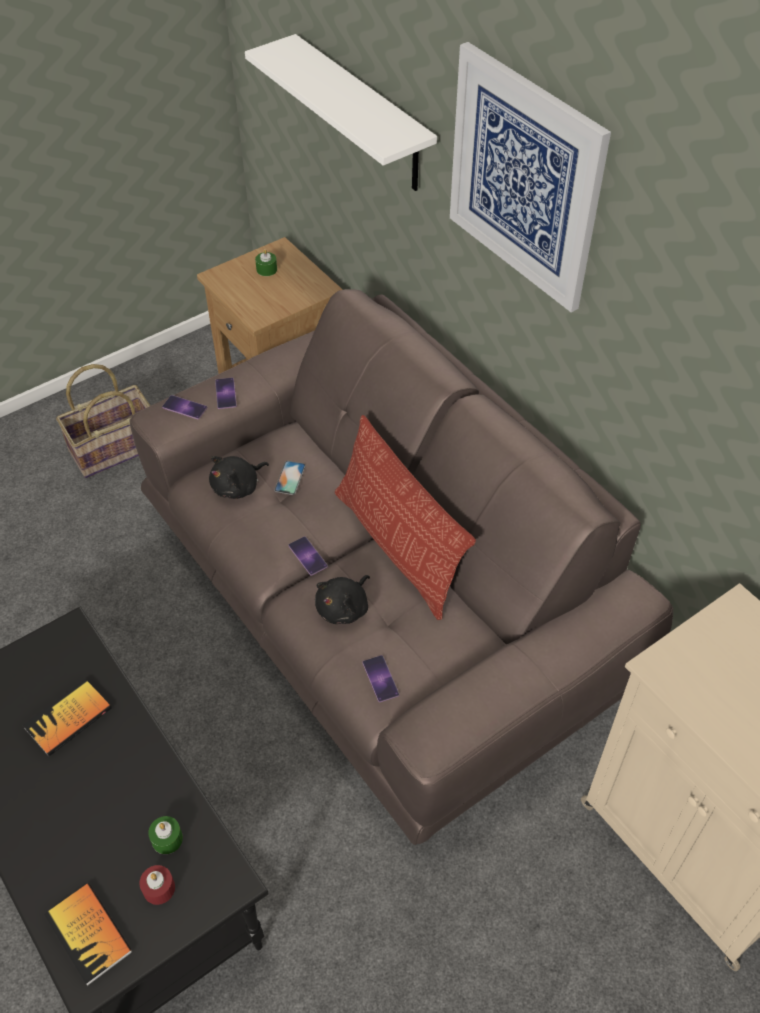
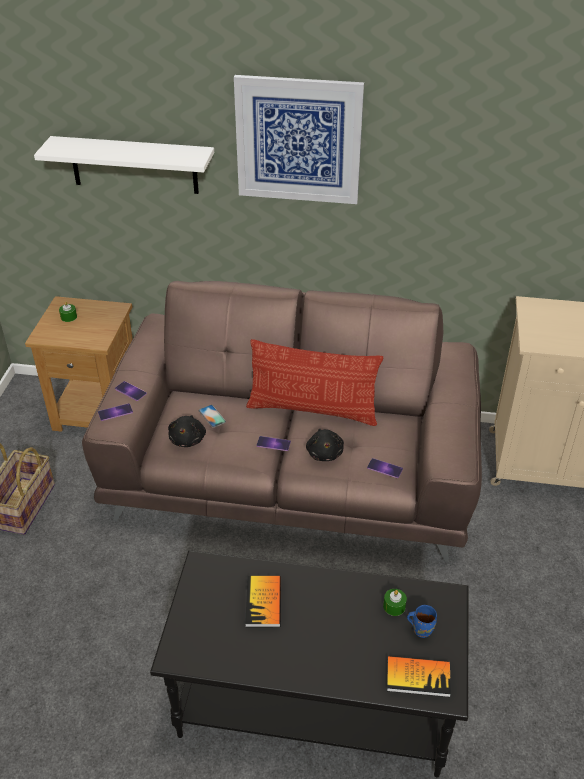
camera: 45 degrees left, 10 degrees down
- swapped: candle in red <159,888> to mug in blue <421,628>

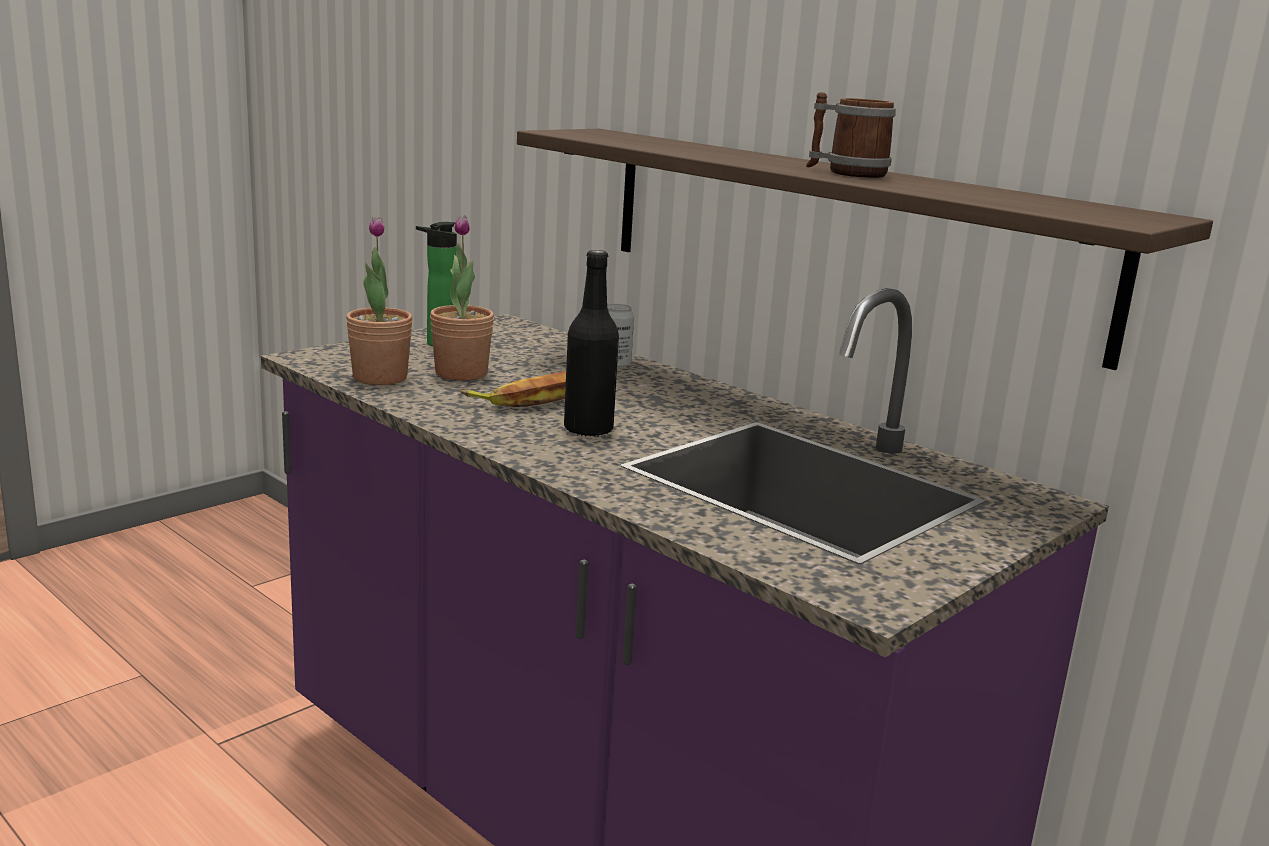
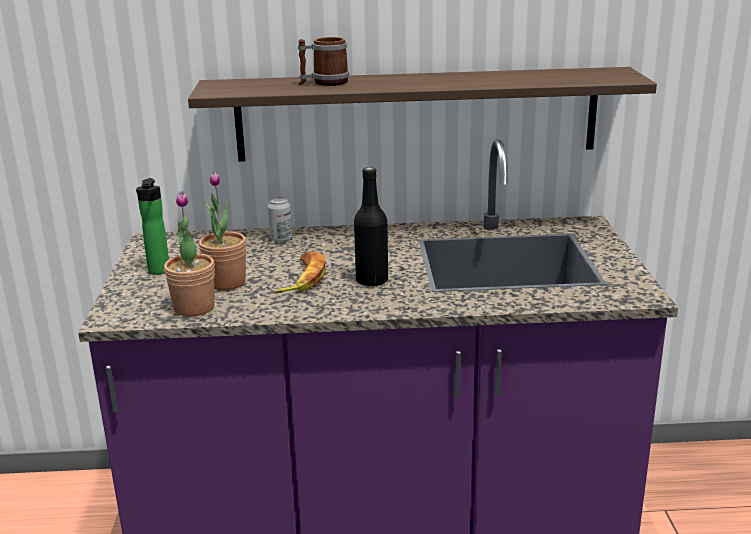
camera: 45 degrees left, 5 degrees up
- shifted: mug <846,172> to <324,83>

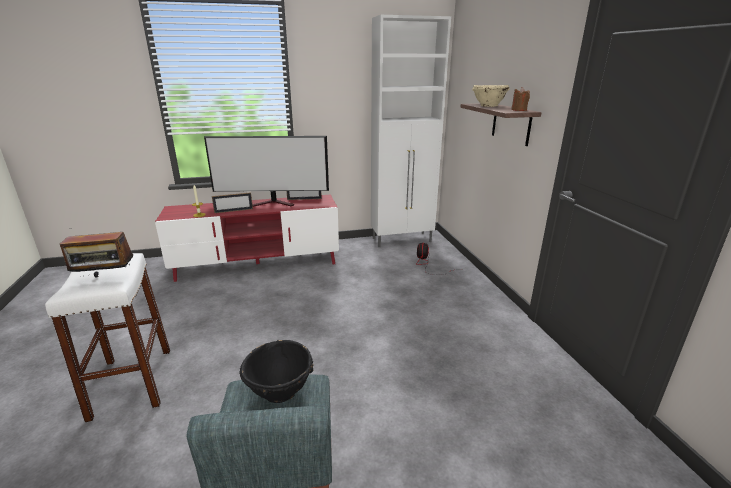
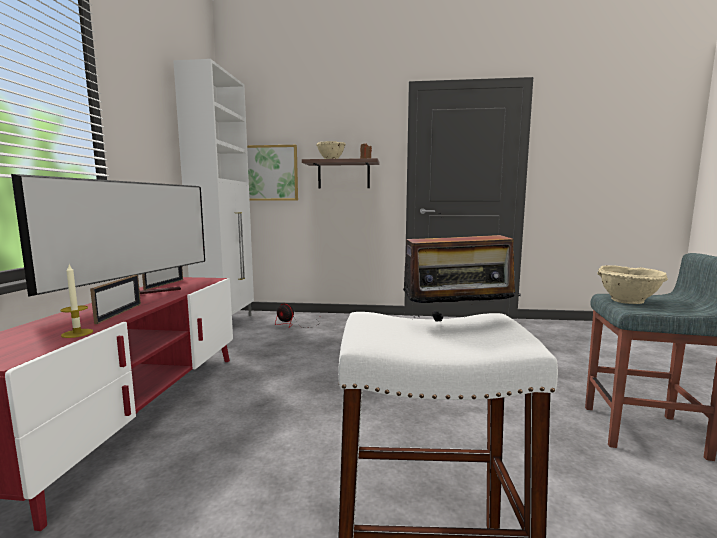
camera: 70 degrees left, 15 degrees down
- rotated: radio <105,279> = <457,324> 75 degrees clockwise
- repainted: bowl in black <280,392> to bowl in beige <628,301>
- new: picture <271,173>

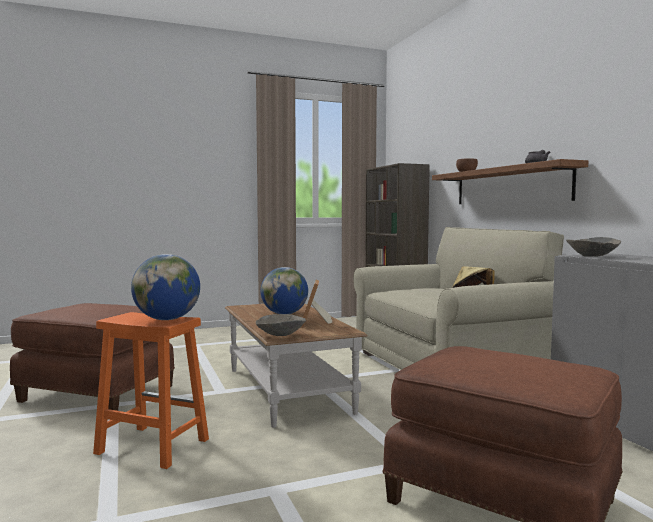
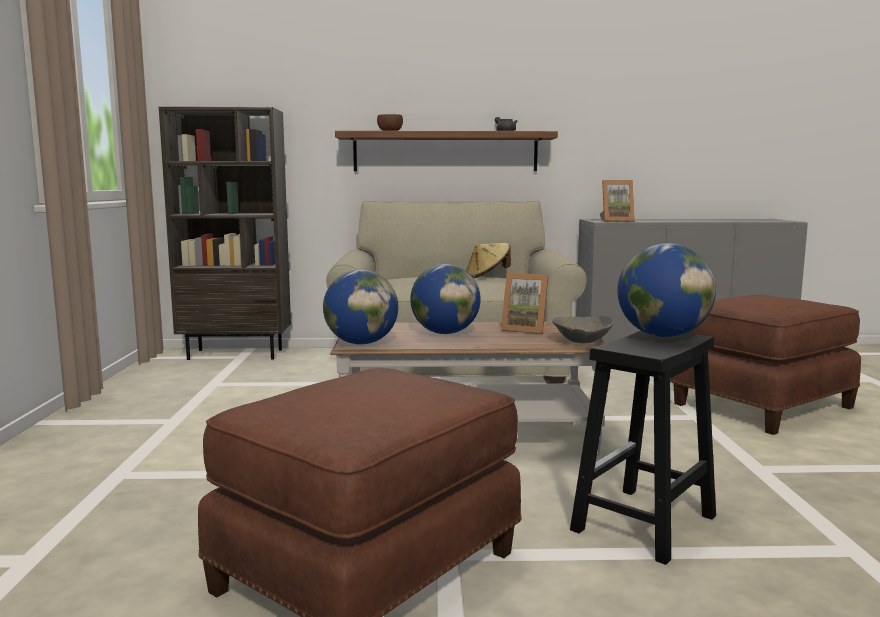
camera: 70 degrees left, 5 degrees up
- swapped: bowl in grey <592,256> to picture frame <616,221>
- repainted: stool in orange <151,446> to stool in black <644,524>
- new: globe <361,343>

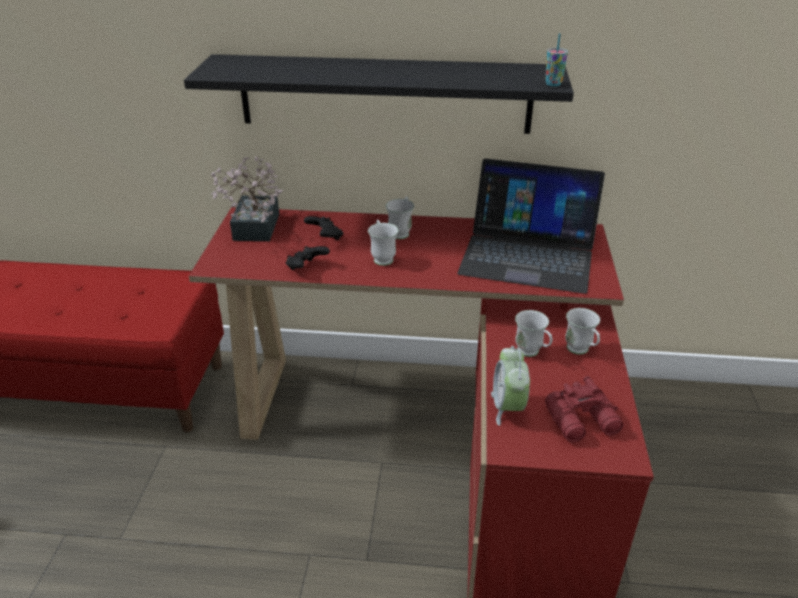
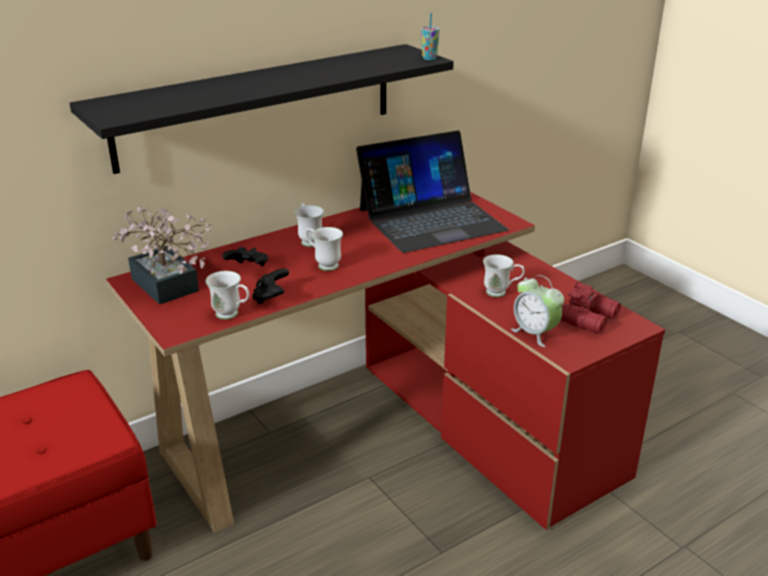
camera: 40 degrees left, 5 degrees down
- shifted: mug in white <581,351> to <232,315>

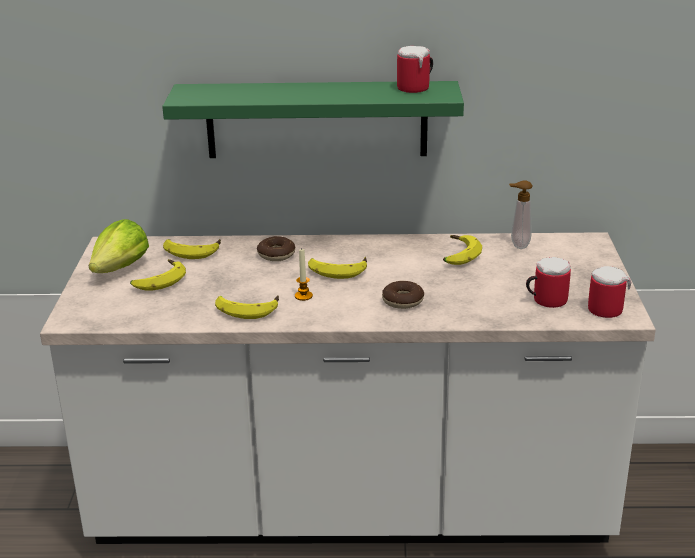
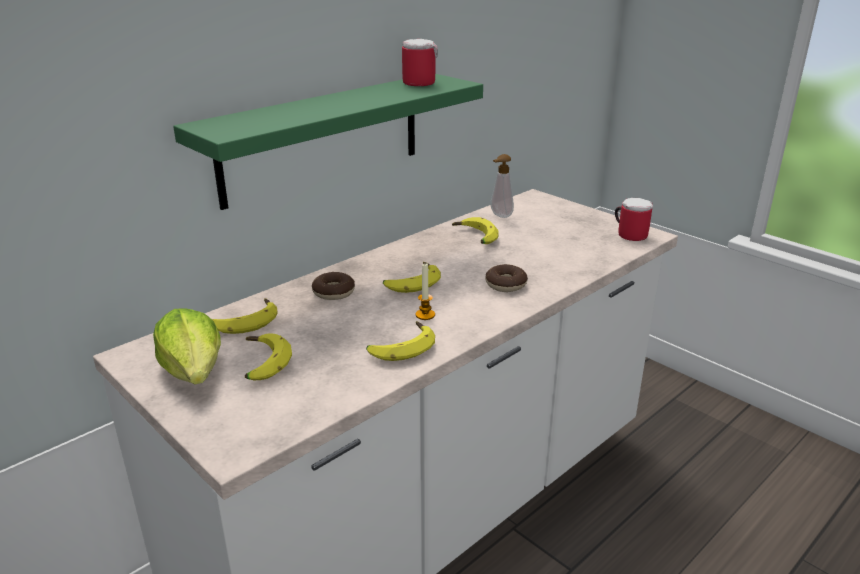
camera: 45 degrees left, 0 degrees up
- gone: mug <545,300>

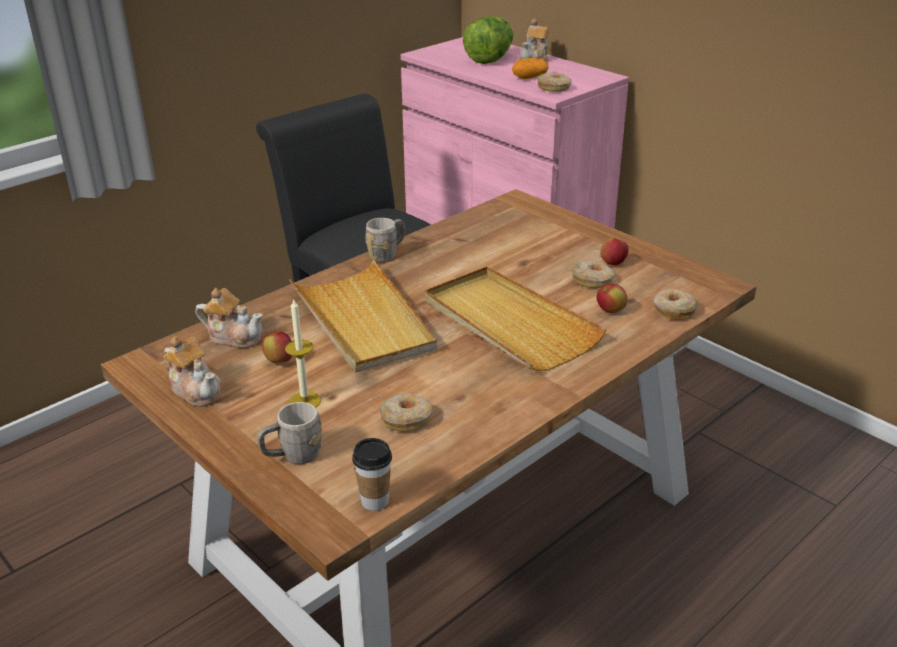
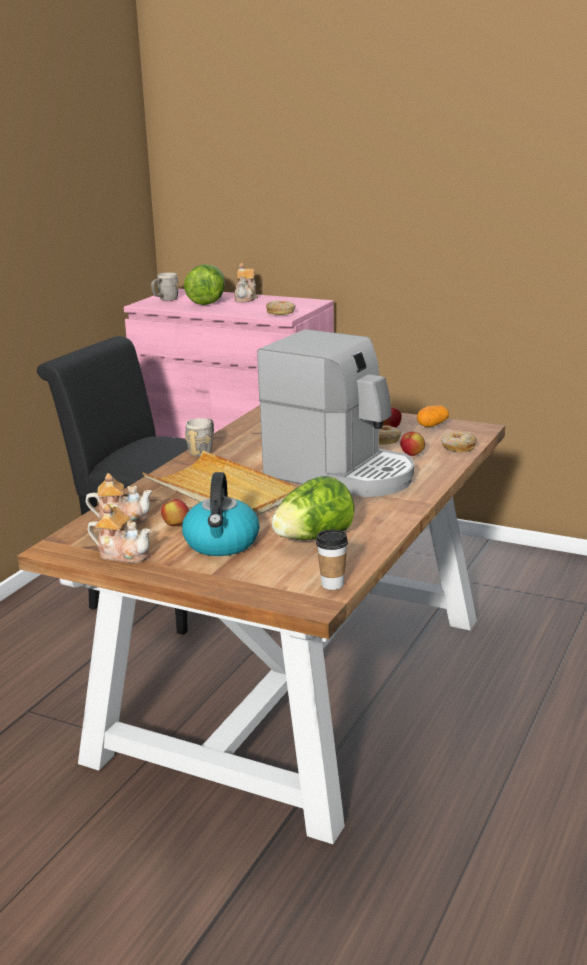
camera: 20 degrees left, 10 degrees down
- shifted: potato <529,77> to <432,425>
- swapped: tray in beige <508,323> to coffee machine <341,474>
- swapped: candle <305,401> to kettle <222,544>
- swapped: donut <406,419> to lettuce <313,538>
- shifted: mug in grey <293,456> to <165,299>

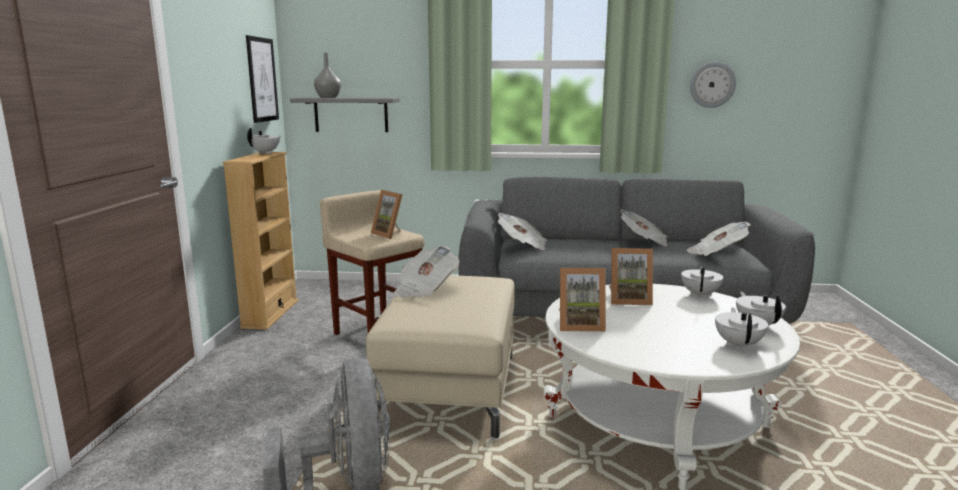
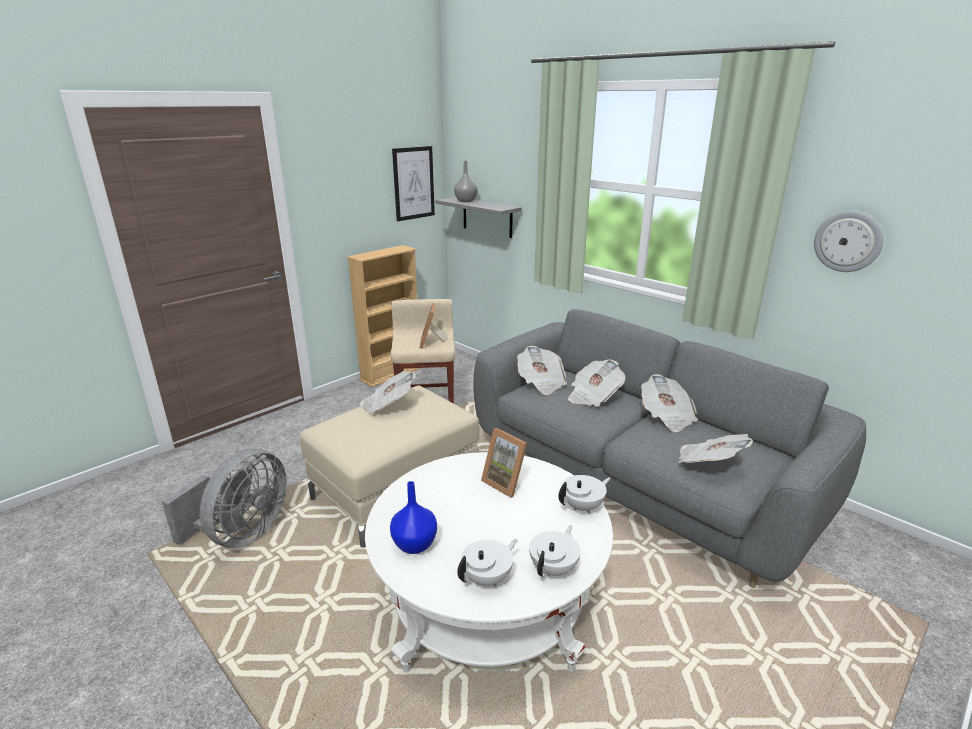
camera: 40 degrees right, 10 degrees up
- gone: teapot in white <266,153>
- gone: picture frame <580,325>
- new: newspaper <593,396>
- new: vase in blue <414,544>

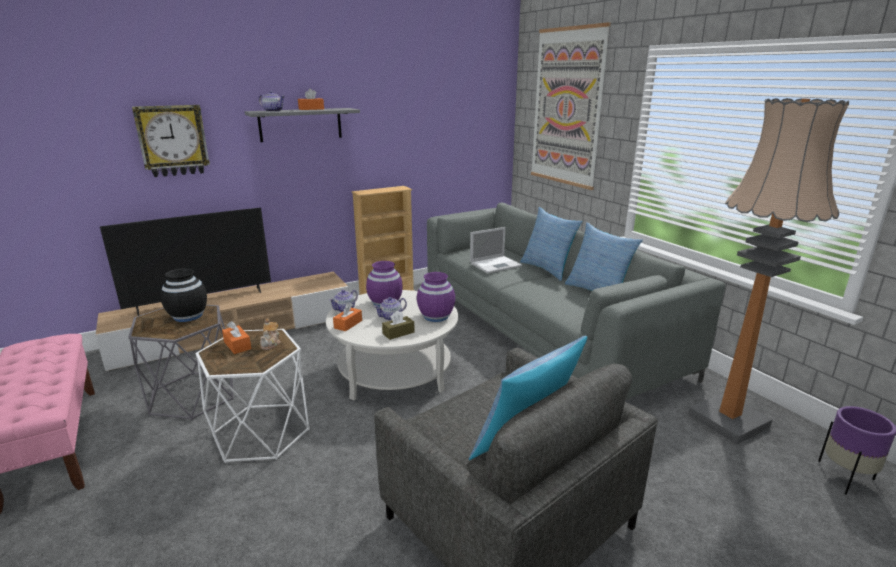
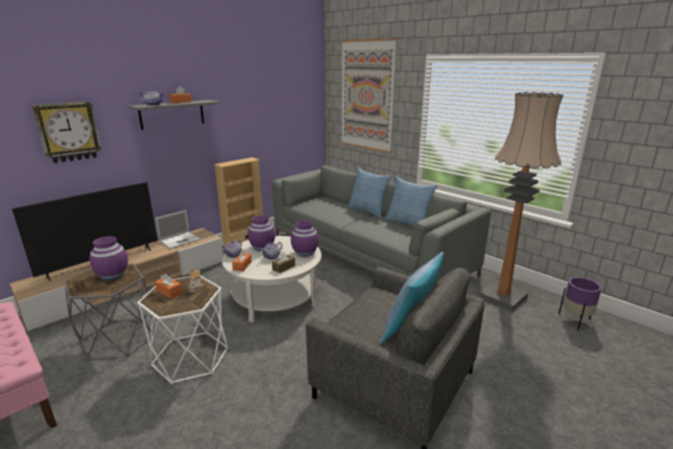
camera: 15 degrees left, 0 degrees up
- shifted: laptop <496,264> to <180,240>
- repainted: vase in black <188,316> to vase in purple <112,275>

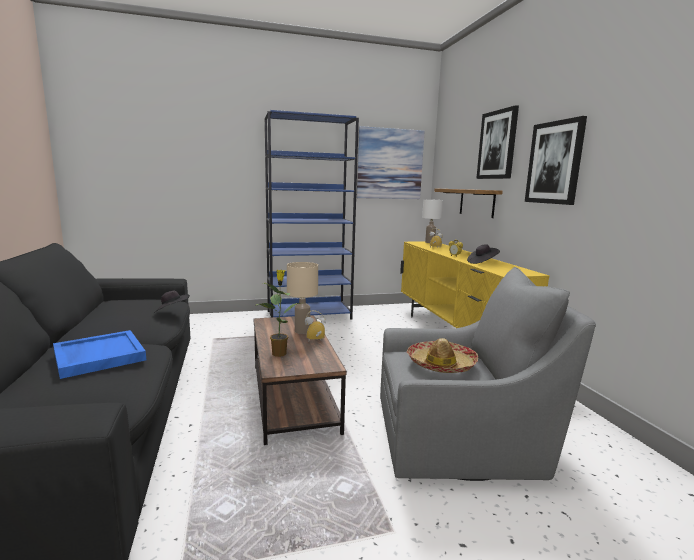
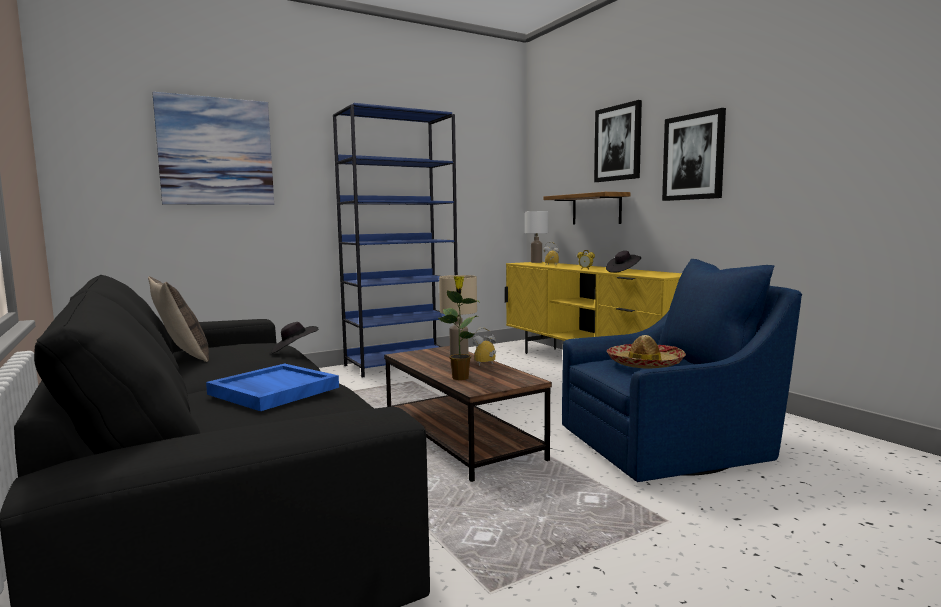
camera: 15 degrees left, 5 degrees down
- shifted: picture <390,164> to <216,152>
- repainted: armchair in grey <462,438> to armchair in blue <670,445>
- new: pillow <182,357>

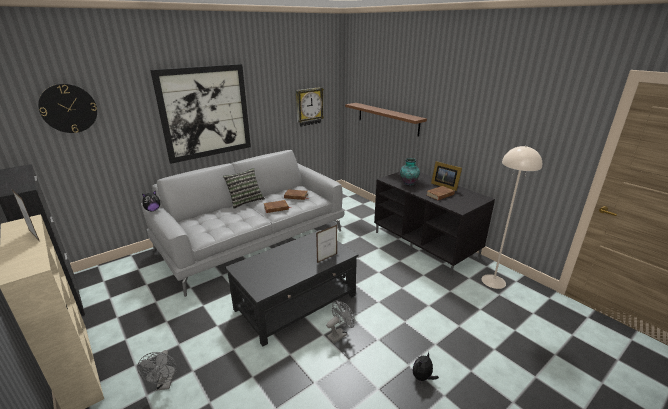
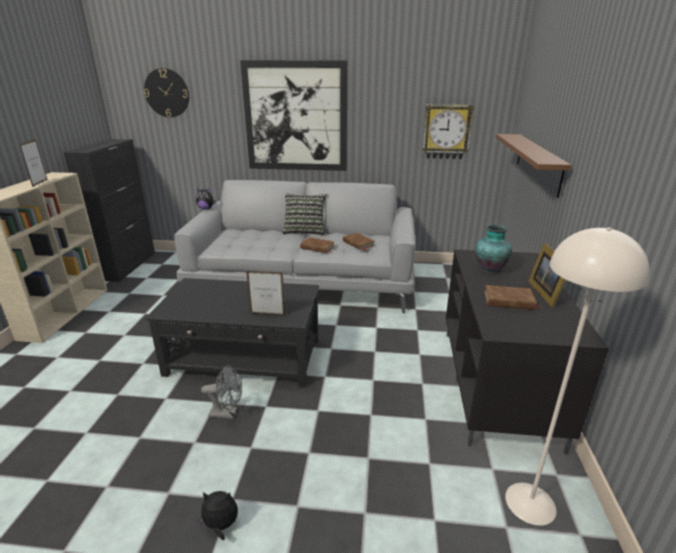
camera: 45 degrees right, 0 degrees up
- gone: fan in grey <165,384>

